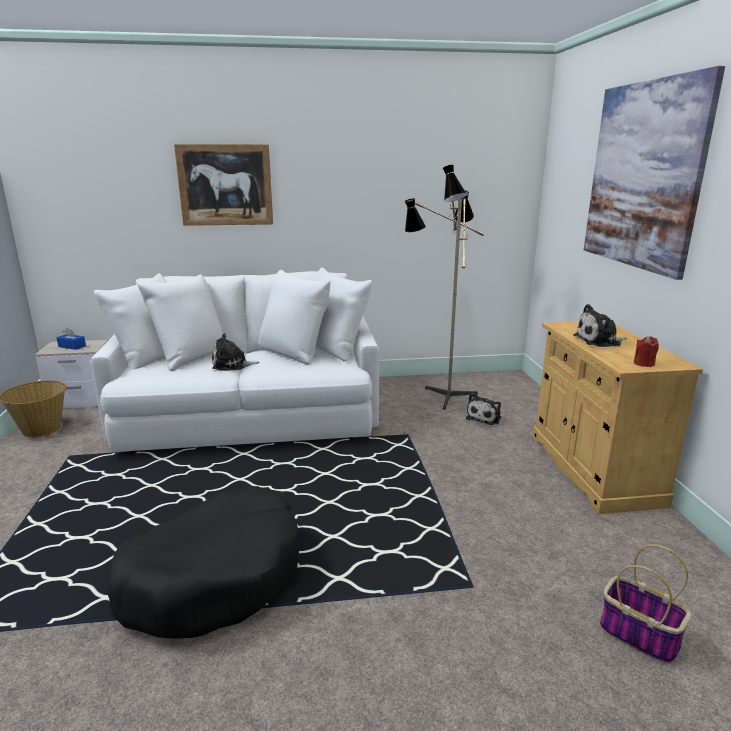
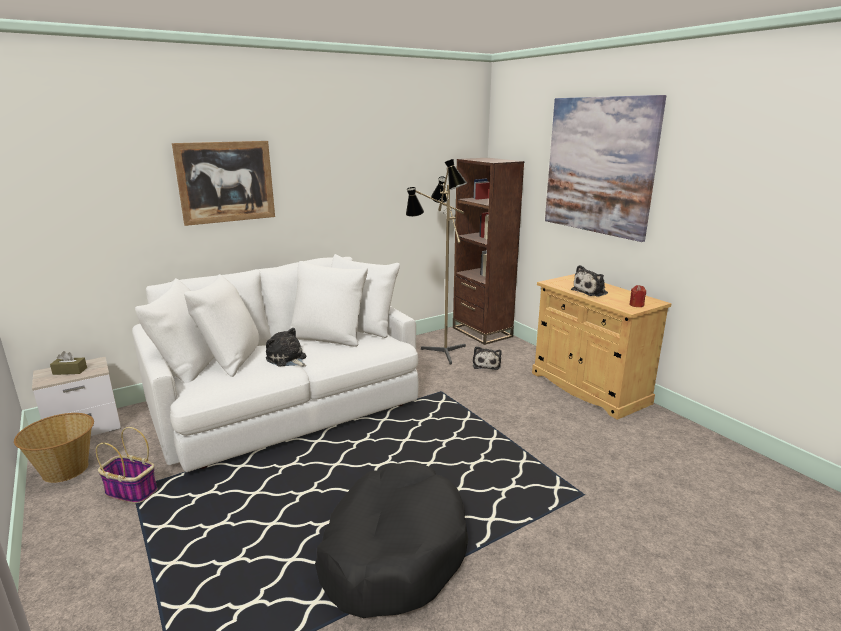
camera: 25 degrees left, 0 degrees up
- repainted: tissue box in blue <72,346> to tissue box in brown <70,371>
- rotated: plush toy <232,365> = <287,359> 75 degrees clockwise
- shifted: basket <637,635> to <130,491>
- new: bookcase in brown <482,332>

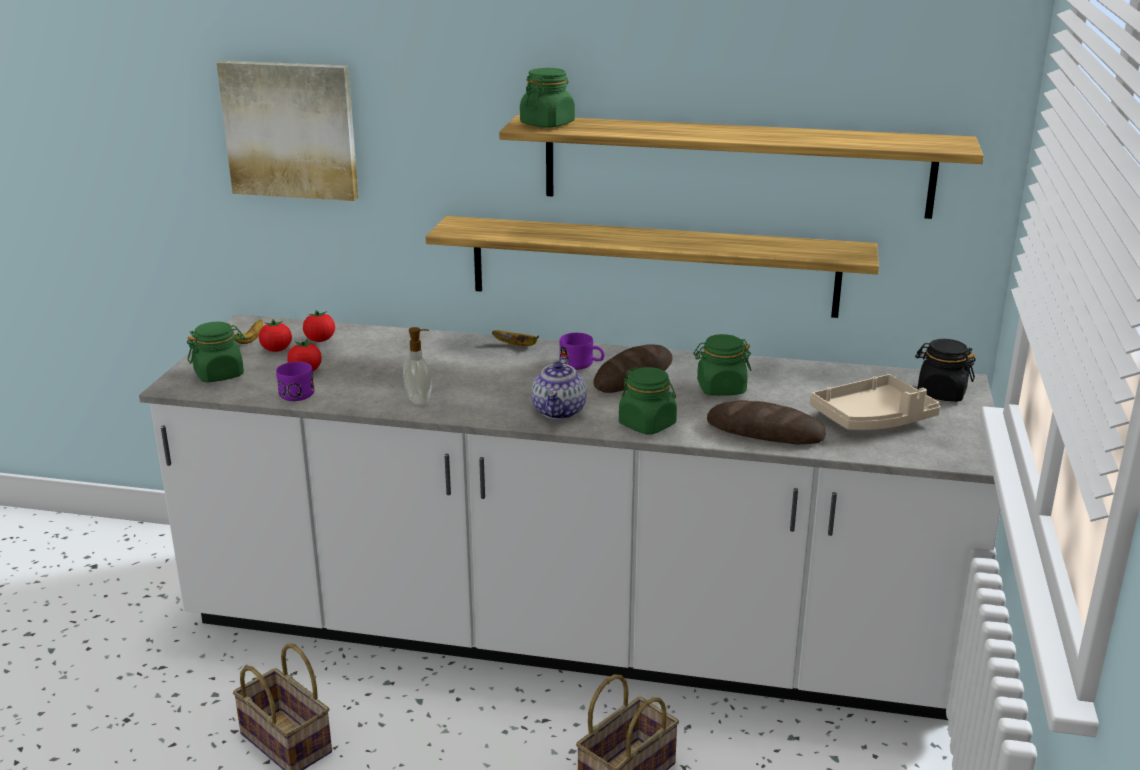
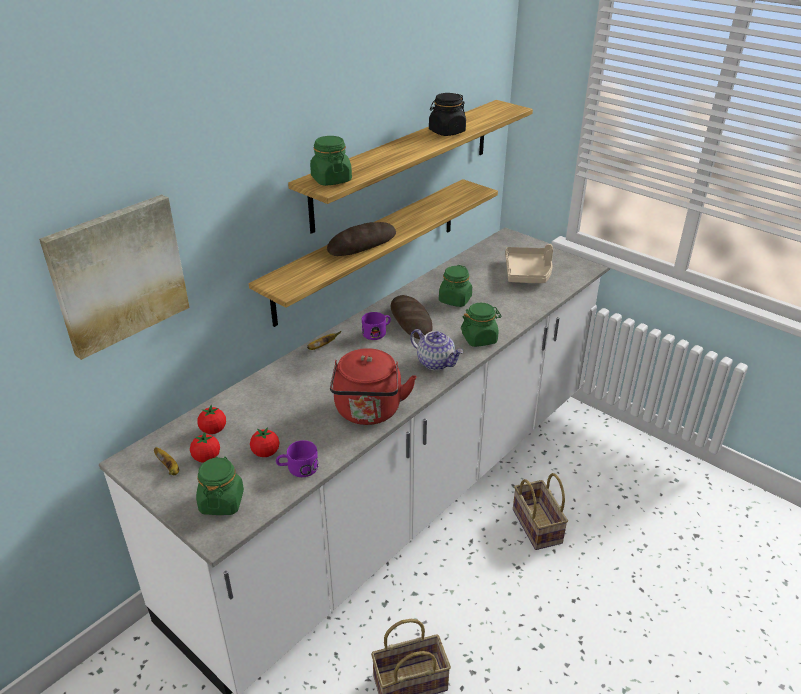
camera: 60 degrees left, 10 degrees up
- swapped: soap dispenser <419,400> to kettle in red <368,412>
- shifted: jar in black <941,393> to <446,132>
- shifted: bread <765,431> to <362,244>

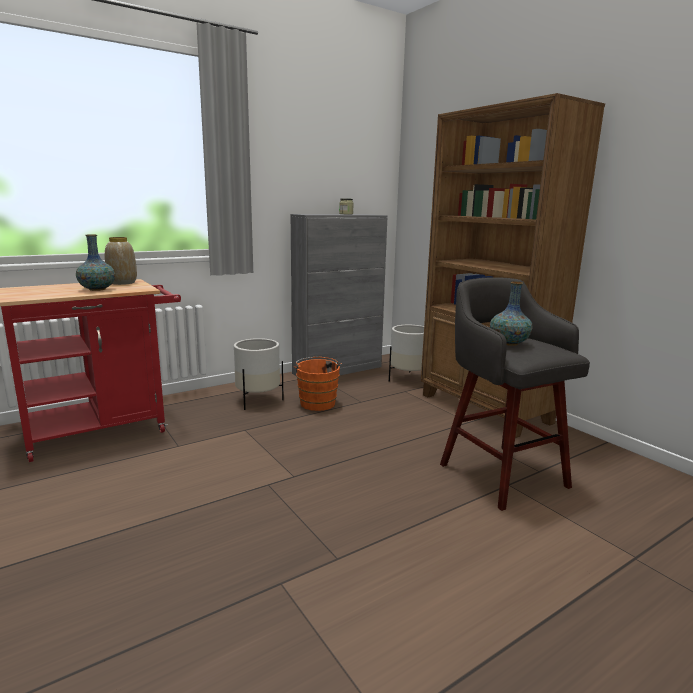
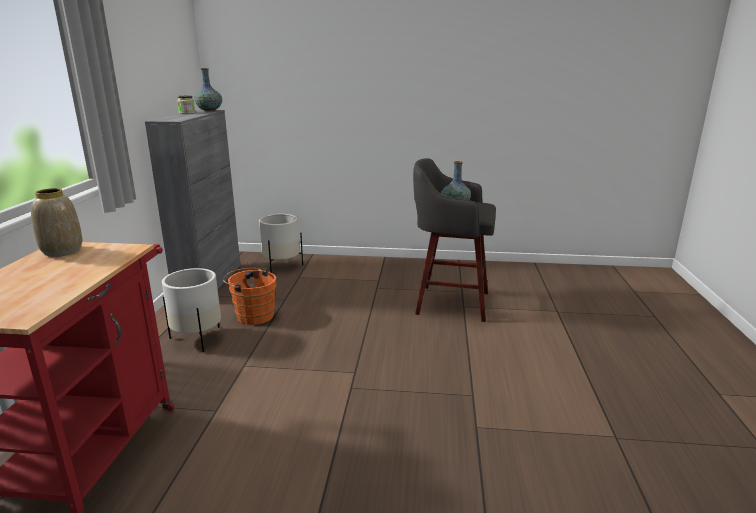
camera: 50 degrees left, 5 degrees up
- gone: bookcase in brown <484,409>
- shifted: vase <97,289> to <209,110>

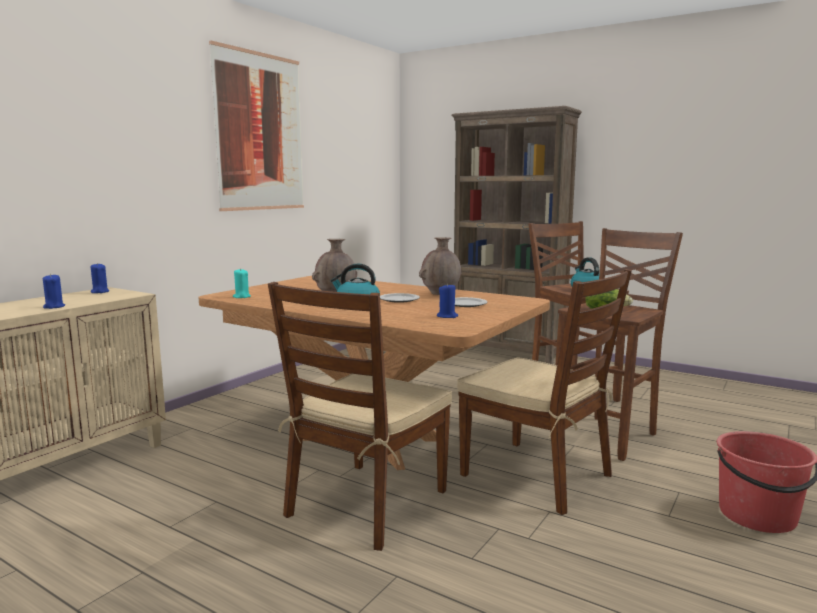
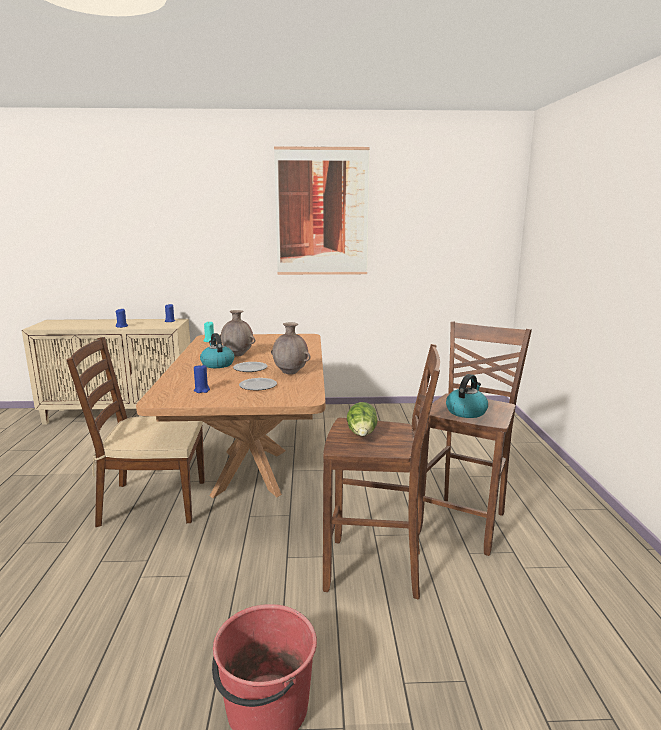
camera: 55 degrees right, 5 degrees up
- gone: bookcase in brown <508,353>
- gone: chair in brown <537,475>

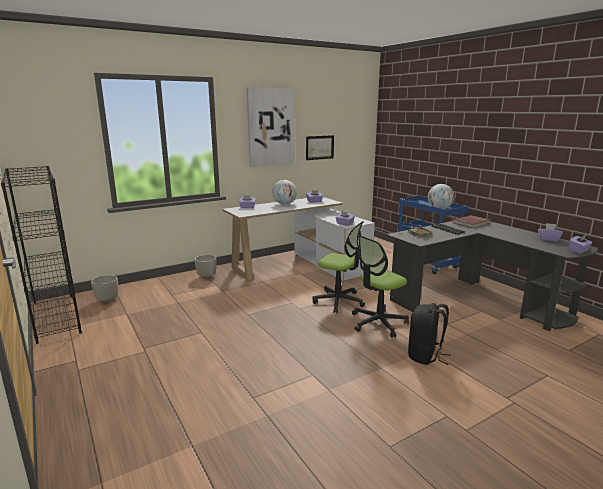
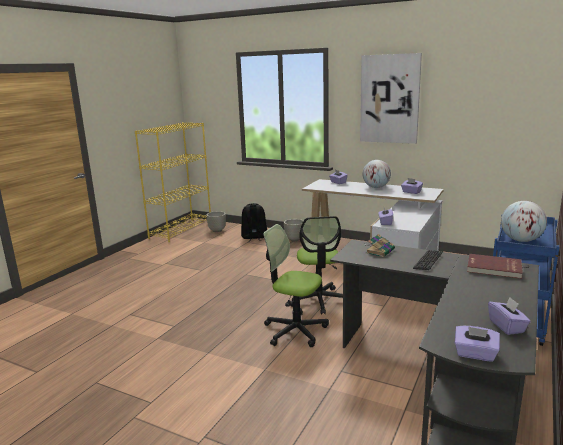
camera: 60 degrees right, 0 degrees up
- gone: picture <319,147>
- repainted: bookcase in black <55,317> to bookcase in yellow <181,229>
- shifted: backpack in black <425,356> to <254,237>

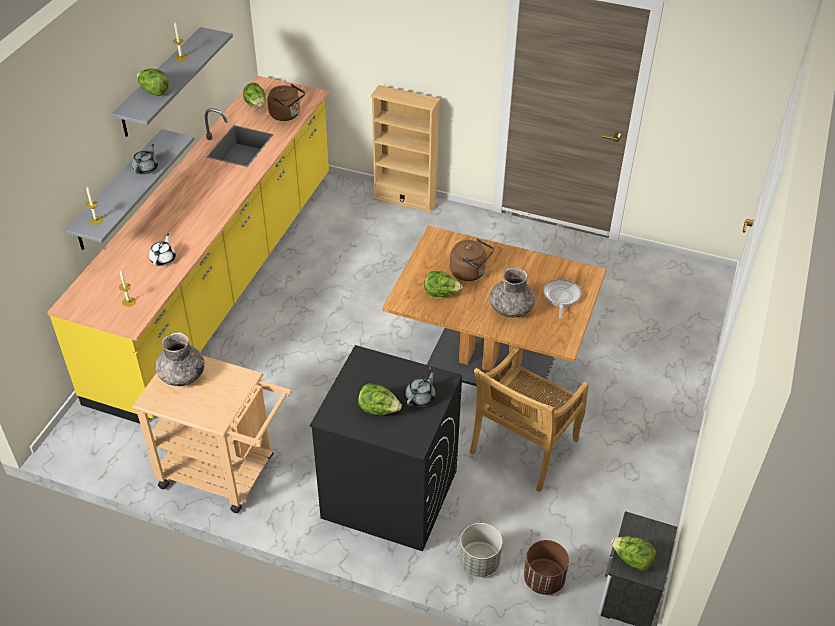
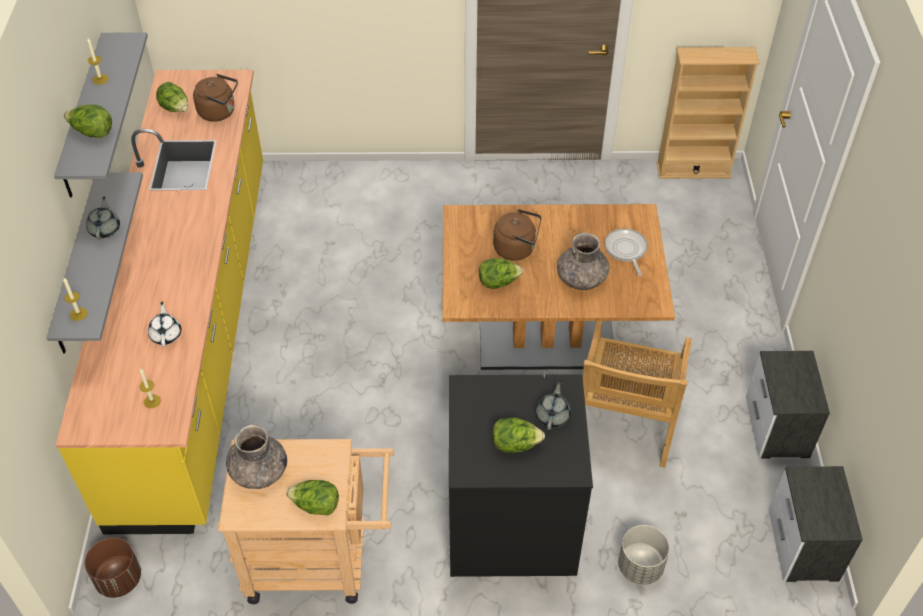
camera: 20 degrees left, 5 degrees up
- shifted: bookcase in beige <405,200> to <693,170>
- shifted: lettuce <632,560> to <315,506>
- shifted: planter in brown <544,579> to <119,579>
- new: nightstand <777,428>

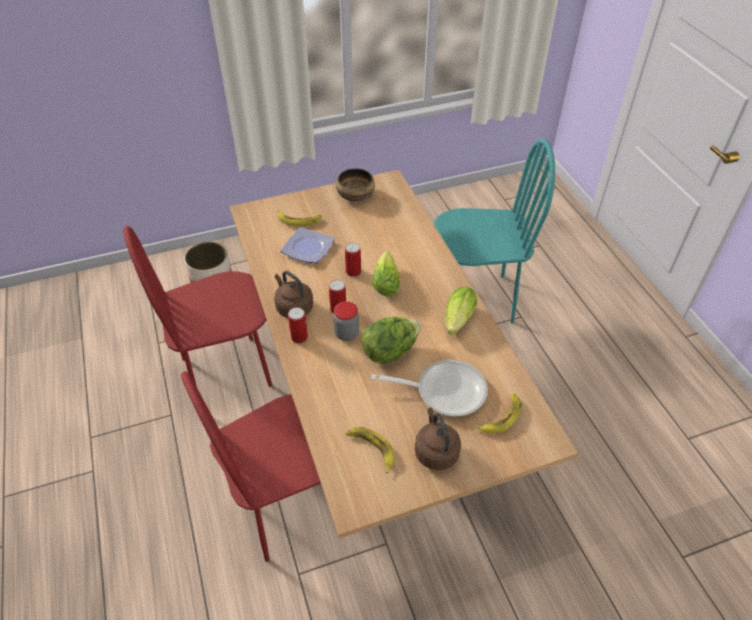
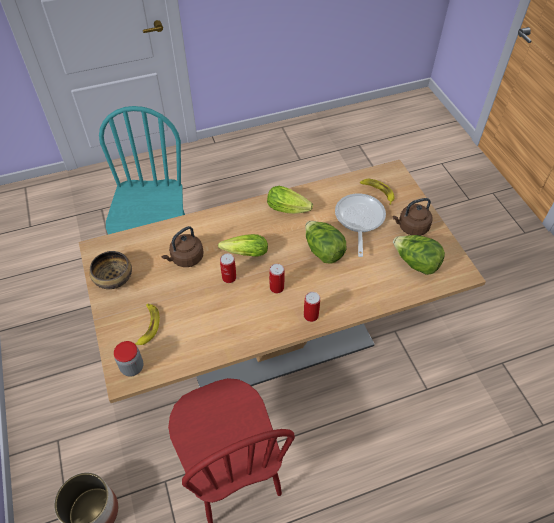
camera: 90 degrees left, 5 degrees up
- gone: plate <307,248>
- shifted: kettle in brown <293,307> to <186,258>
- shifted: jar <346,333> to <132,367>
- gone: chair in red <288,505>
- swapped: banana <371,448> to lettuce <415,263>

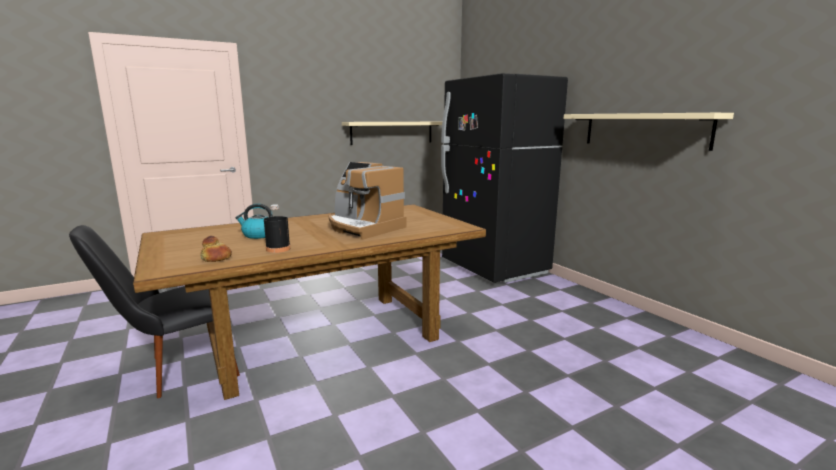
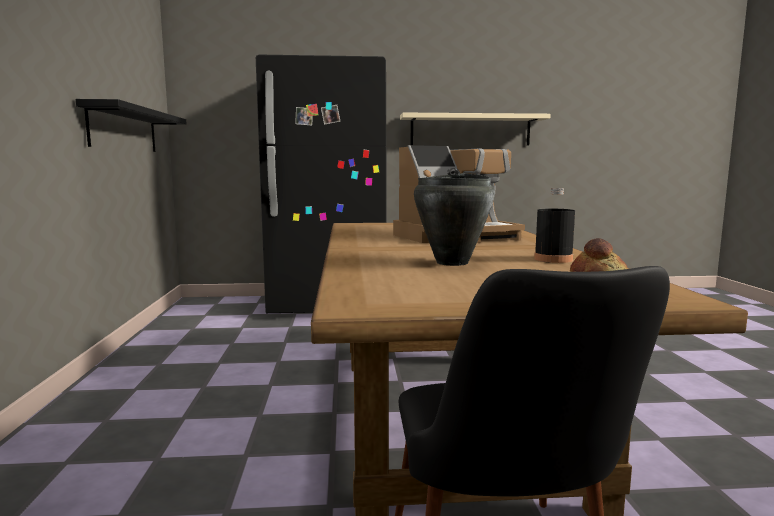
camera: 65 degrees left, 5 degrees down
- repainted: shelf in beige <392,132> to shelf in black <124,130>
- swapped: kettle <259,235> to cooking pot in black <453,262>

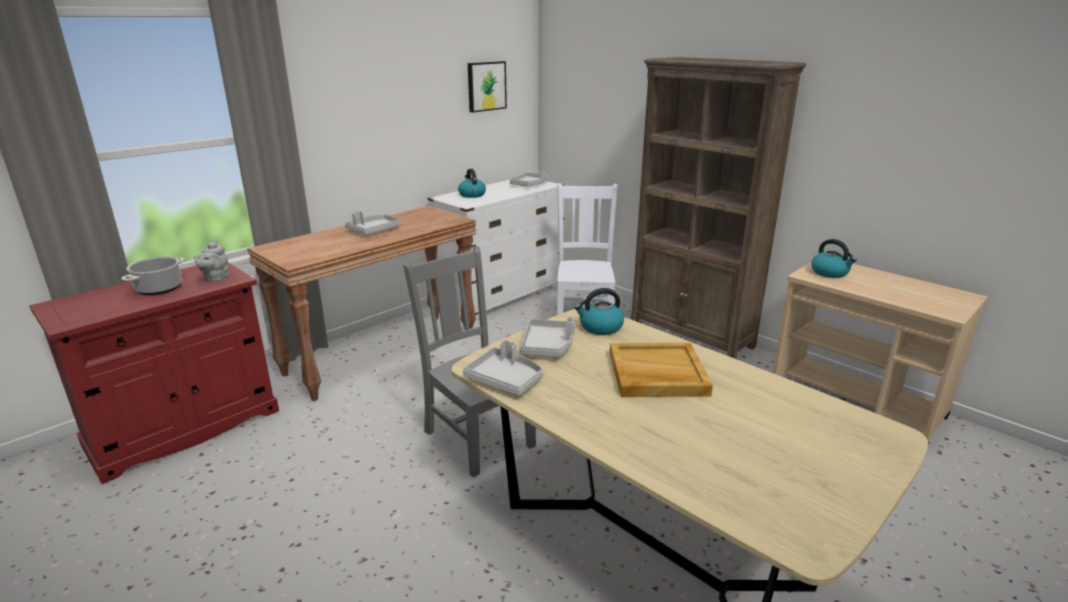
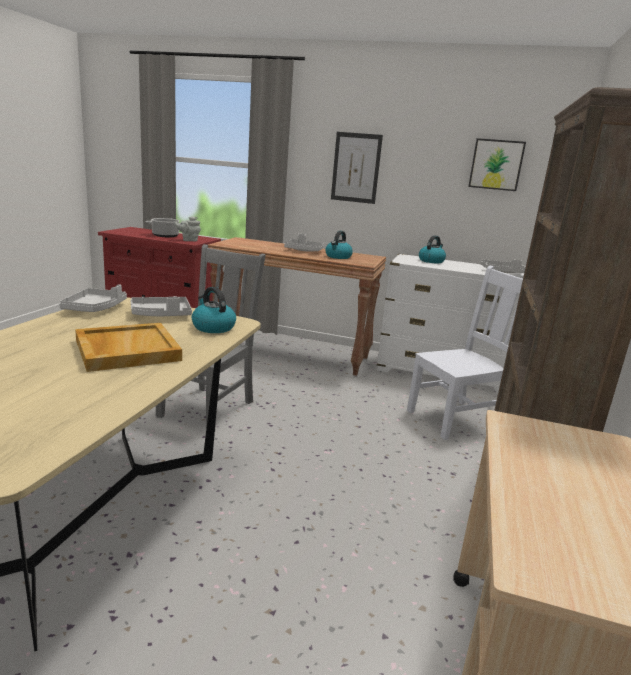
camera: 60 degrees right, 5 degrees down
- shifted: kettle <830,273> to <338,257>
- new: picture <356,168>

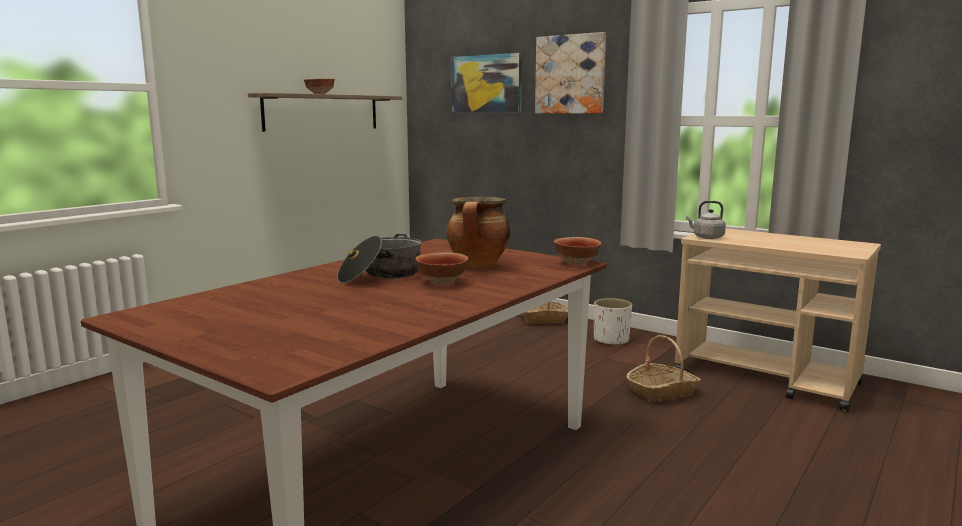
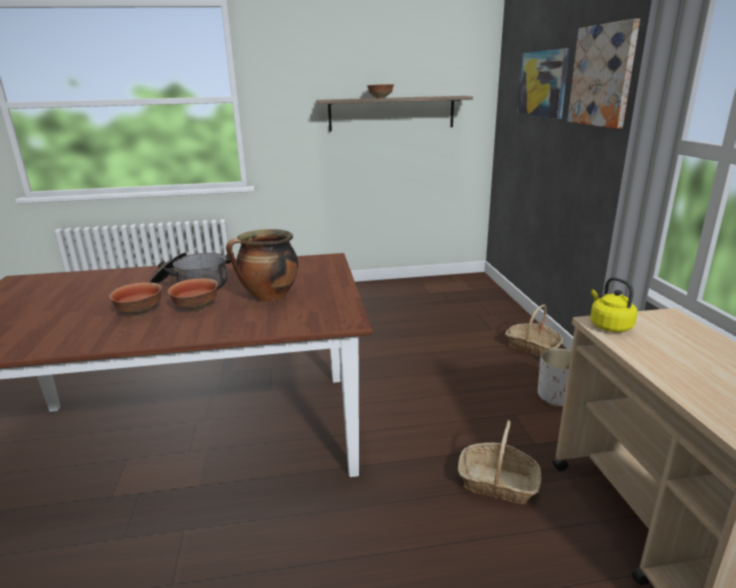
camera: 45 degrees right, 10 degrees up
- repainted: kettle in grey <706,237> to kettle in yellow <608,326>
- shifted: bowl <577,263> to <140,312>

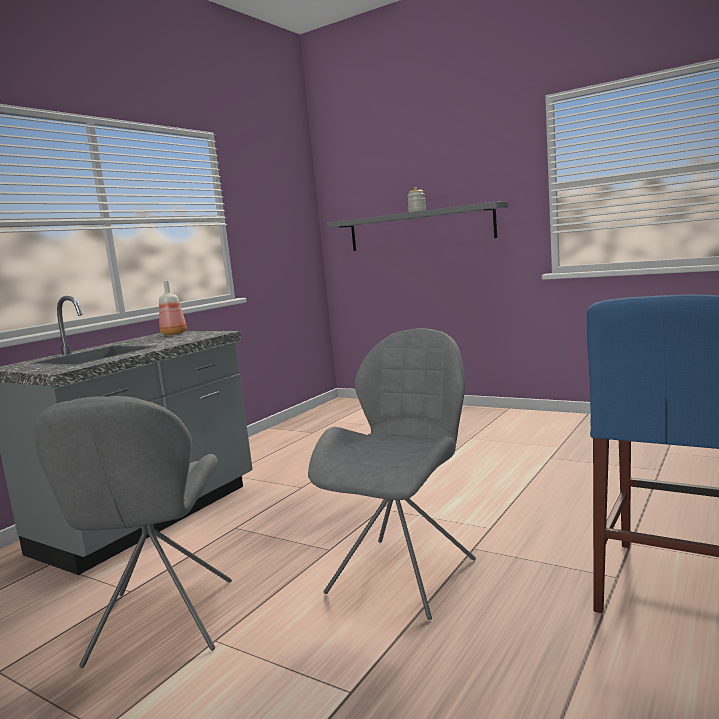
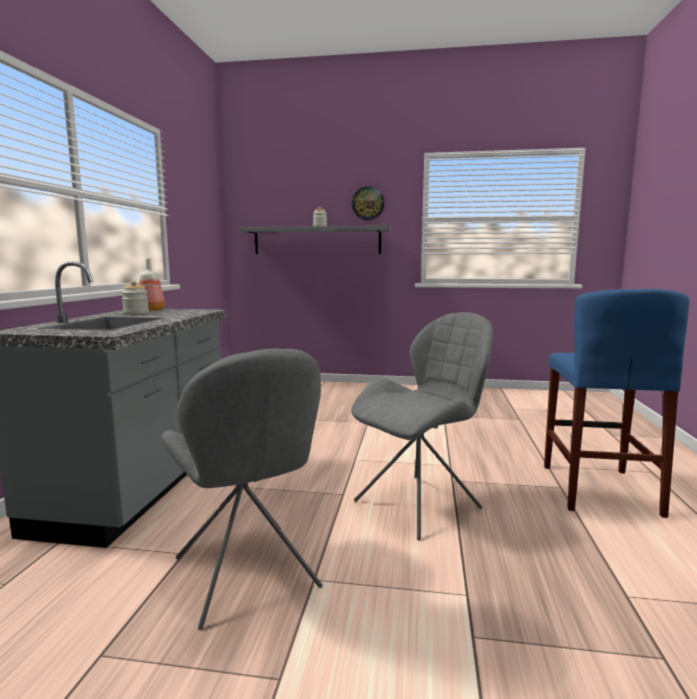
camera: 25 degrees left, 0 degrees up
- rotated: chair in grey <405,573> = <421,503> 45 degrees clockwise
- new: wall clock <368,203>
- new: jar <136,313>

